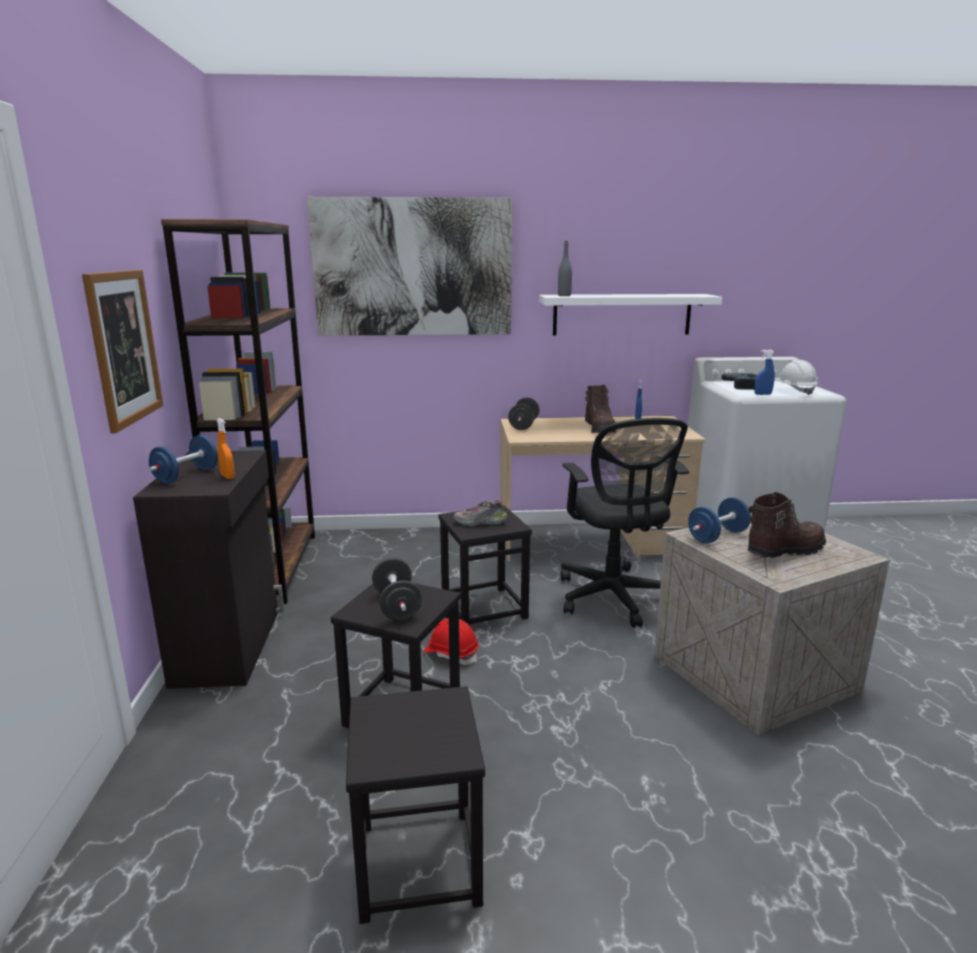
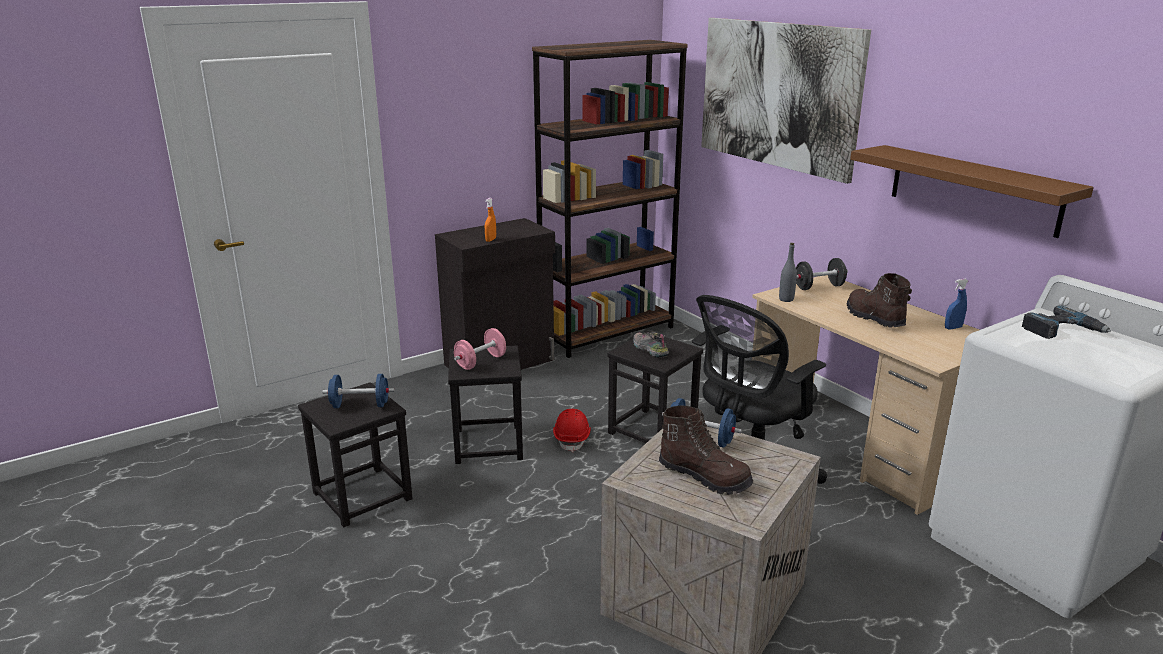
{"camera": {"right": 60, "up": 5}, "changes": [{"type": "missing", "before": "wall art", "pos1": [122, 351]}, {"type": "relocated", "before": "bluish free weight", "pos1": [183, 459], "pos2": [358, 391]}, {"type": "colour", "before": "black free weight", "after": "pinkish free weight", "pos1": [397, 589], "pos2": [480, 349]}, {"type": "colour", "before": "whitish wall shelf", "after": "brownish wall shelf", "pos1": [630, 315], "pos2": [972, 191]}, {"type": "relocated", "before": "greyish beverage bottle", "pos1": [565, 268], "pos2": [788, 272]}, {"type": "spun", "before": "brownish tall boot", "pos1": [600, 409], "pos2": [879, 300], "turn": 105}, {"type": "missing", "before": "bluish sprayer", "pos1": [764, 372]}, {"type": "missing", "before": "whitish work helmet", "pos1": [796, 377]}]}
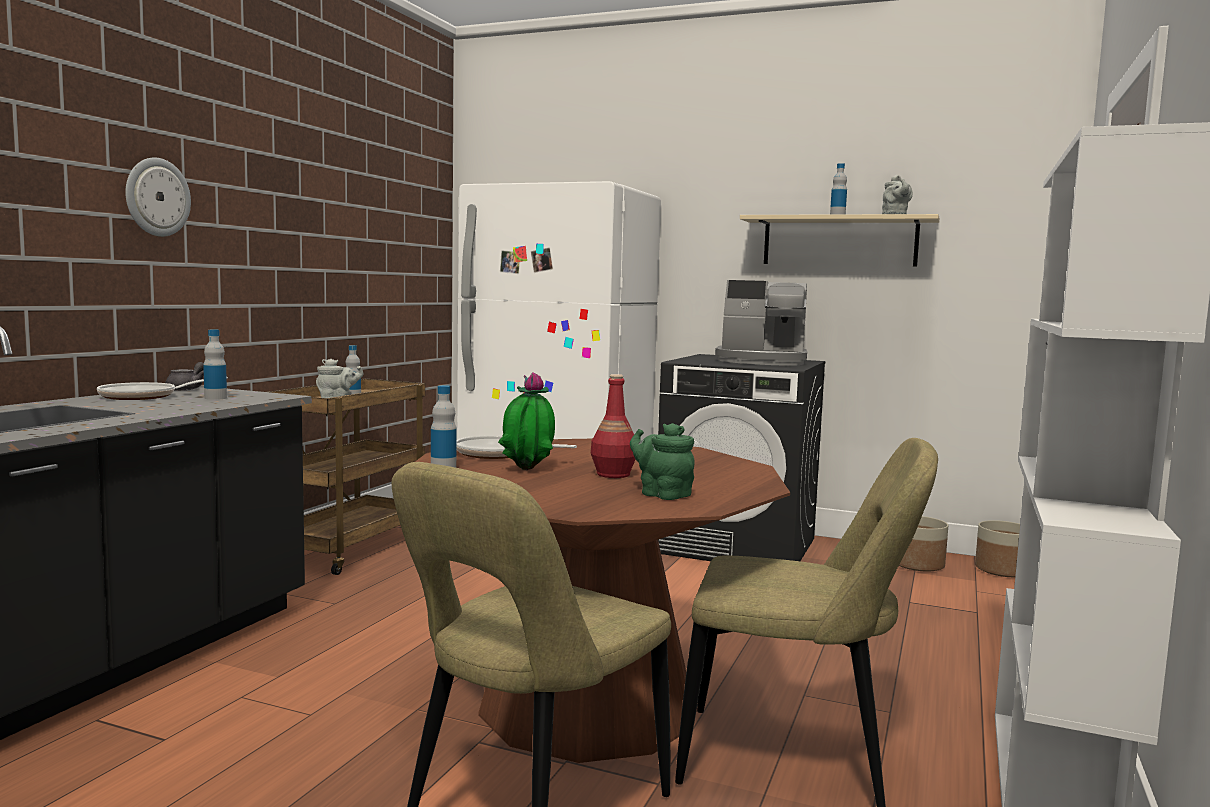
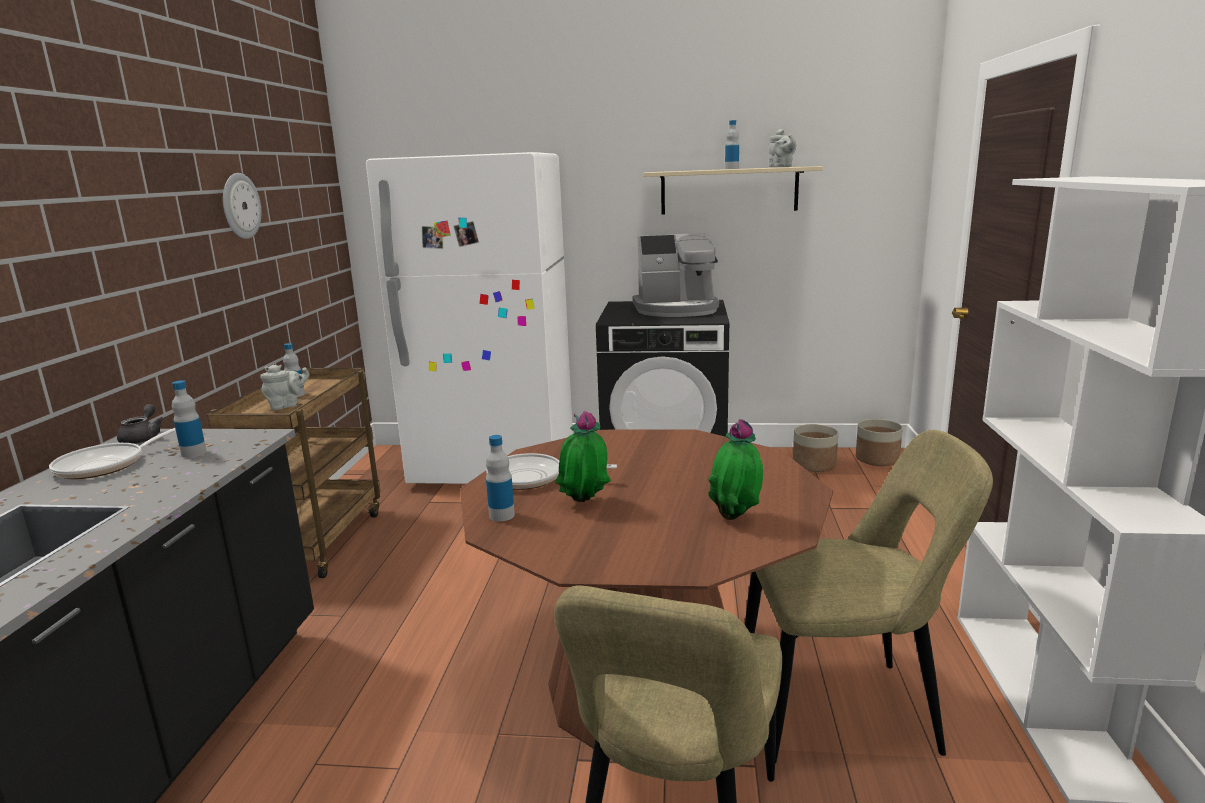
{"camera": {"right": -15, "up": 10}, "changes": [{"type": "relocated", "before": "hanging clock", "pos1": [158, 197], "pos2": [242, 206]}, {"type": "missing", "before": "red beverage bottle", "pos1": [613, 426]}, {"type": "exchanged", "before": "greenish teapot", "after": "houseplant", "pos1": [662, 461], "pos2": [735, 469]}]}
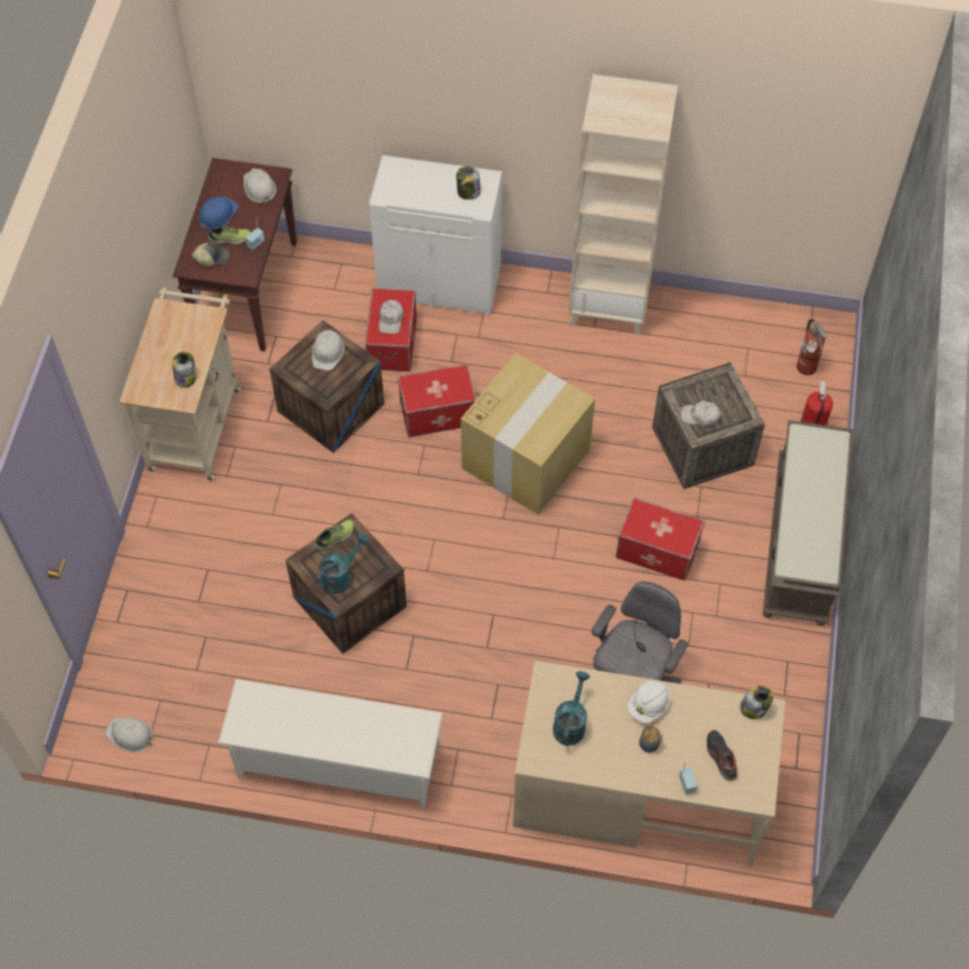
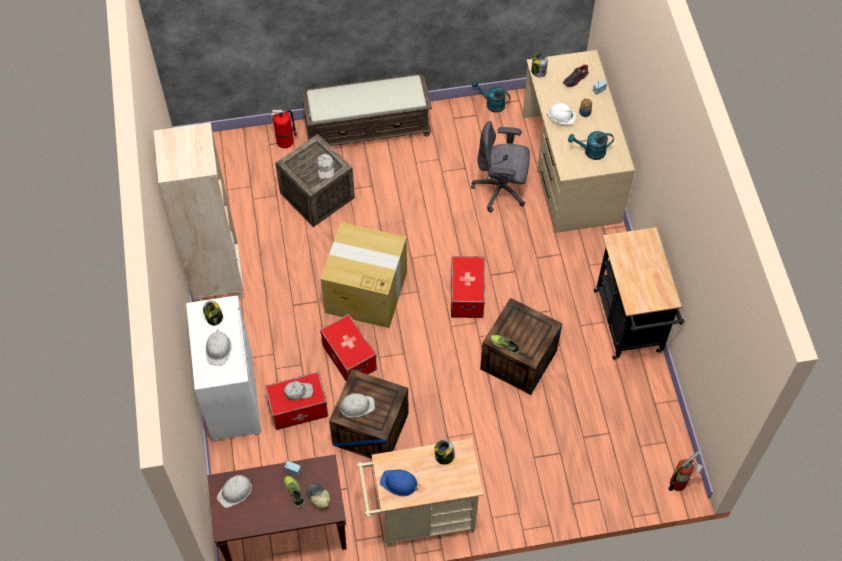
{"camera": {"right": -110, "up": 0}, "changes": [{"type": "relocated", "before": "whitish work helmet", "pos1": [129, 734], "pos2": [218, 347]}, {"type": "relocated", "before": "bluish work helmet", "pos1": [219, 212], "pos2": [400, 483]}, {"type": "exchanged", "before": "whitish shoe shelf", "after": "black wheeled cart", "pos1": [330, 744], "pos2": [639, 293]}, {"type": "relocated", "before": "blue-green watering pot", "pos1": [342, 563], "pos2": [491, 96]}, {"type": "relocated", "before": "storage box", "pos1": [660, 539], "pos2": [468, 287]}, {"type": "relocated", "before": "extinguisher", "pos1": [812, 347], "pos2": [686, 471]}]}
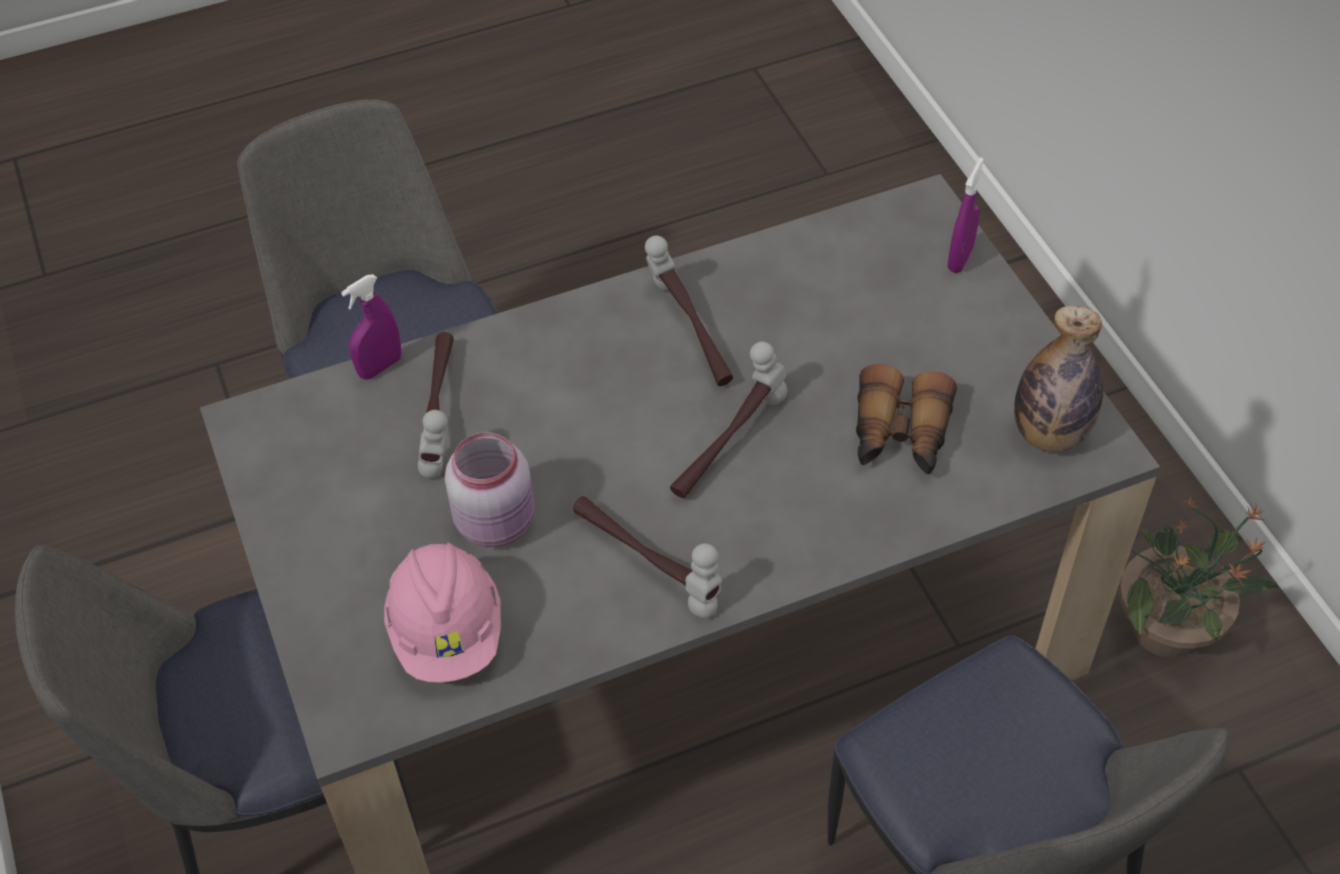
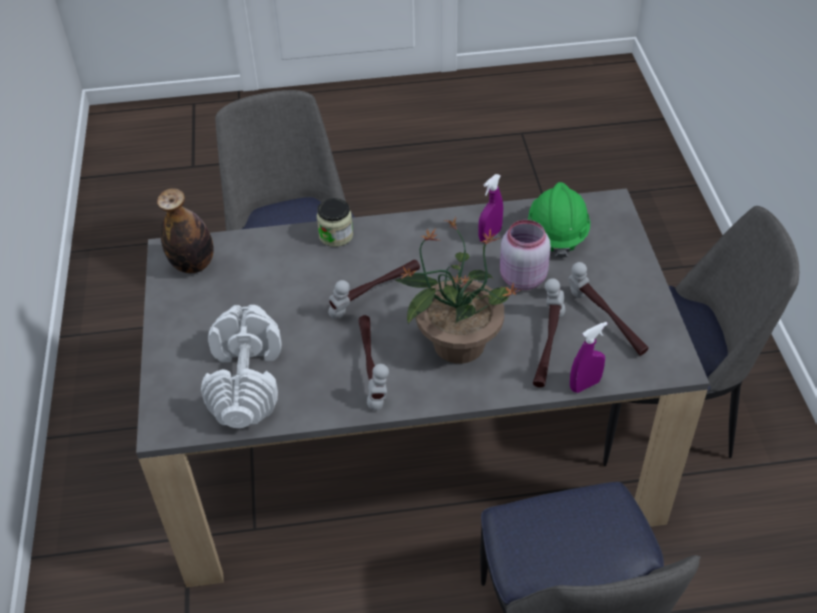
{"camera": {"right": -165, "up": -5}, "changes": [{"type": "colour", "before": "pinkish work helmet", "after": "greenish work helmet", "pos1": [442, 612], "pos2": [559, 220]}, {"type": "relocated", "before": "hammer", "pos1": [647, 557], "pos2": [609, 309]}, {"type": "missing", "before": "field glasses", "pos1": [906, 419]}, {"type": "relocated", "before": "purple-coloured sprayer", "pos1": [966, 215], "pos2": [490, 208]}, {"type": "relocated", "before": "houseplant", "pos1": [1199, 577], "pos2": [459, 290]}, {"type": "appeared", "after": "whitish free weight", "pos2": [241, 366]}, {"type": "appeared", "after": "jar", "pos2": [335, 222]}]}
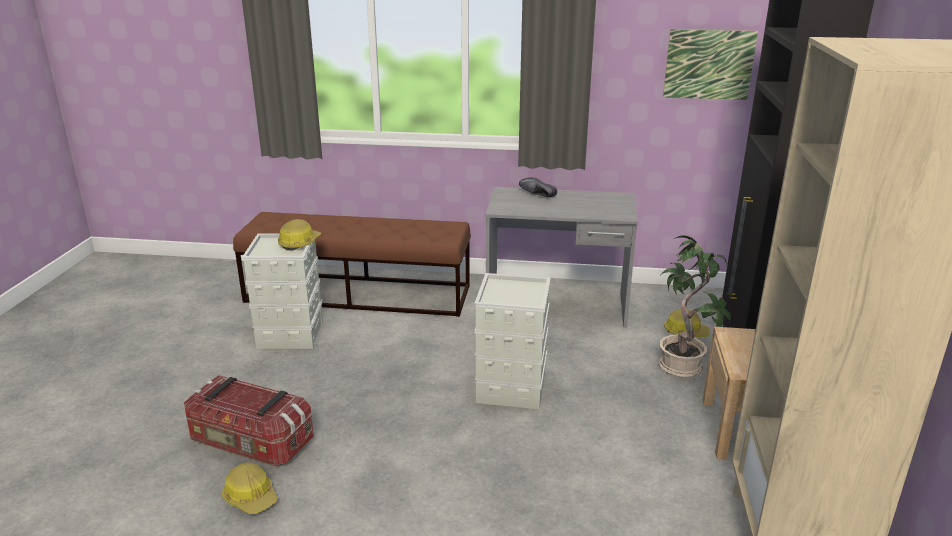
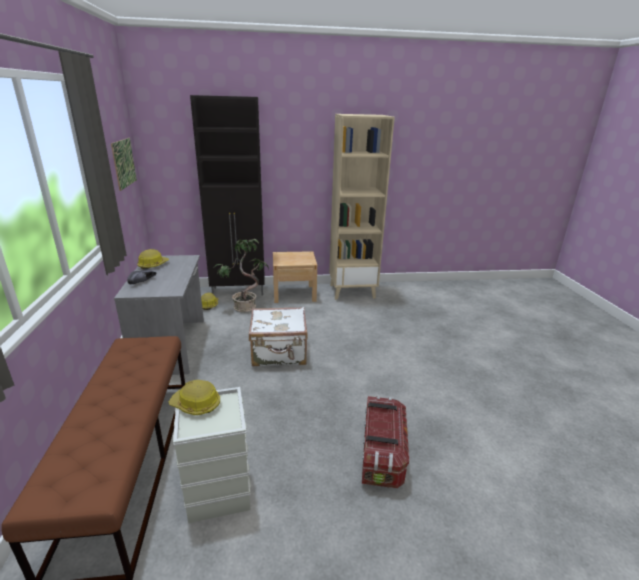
{"camera": {"right": -105, "up": 0}, "changes": [{"type": "relocated", "before": "work helmet", "pos1": [250, 488], "pos2": [153, 259]}, {"type": "exchanged", "before": "greyish storage box", "after": "whitish suitcase", "pos1": [512, 341], "pos2": [278, 337]}]}
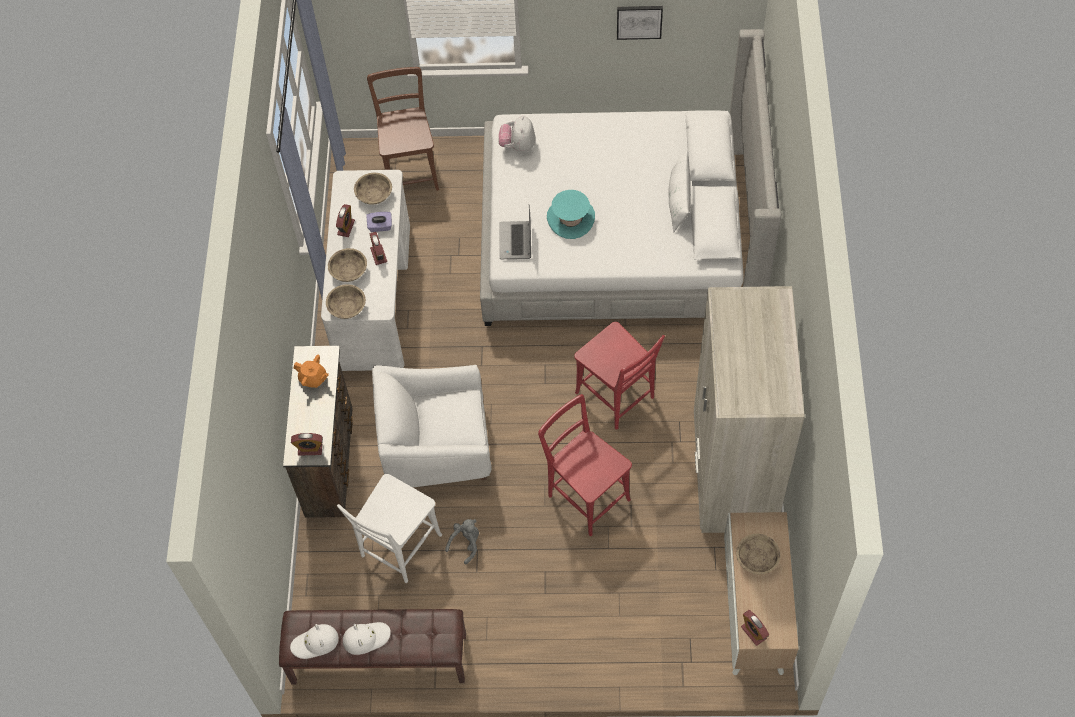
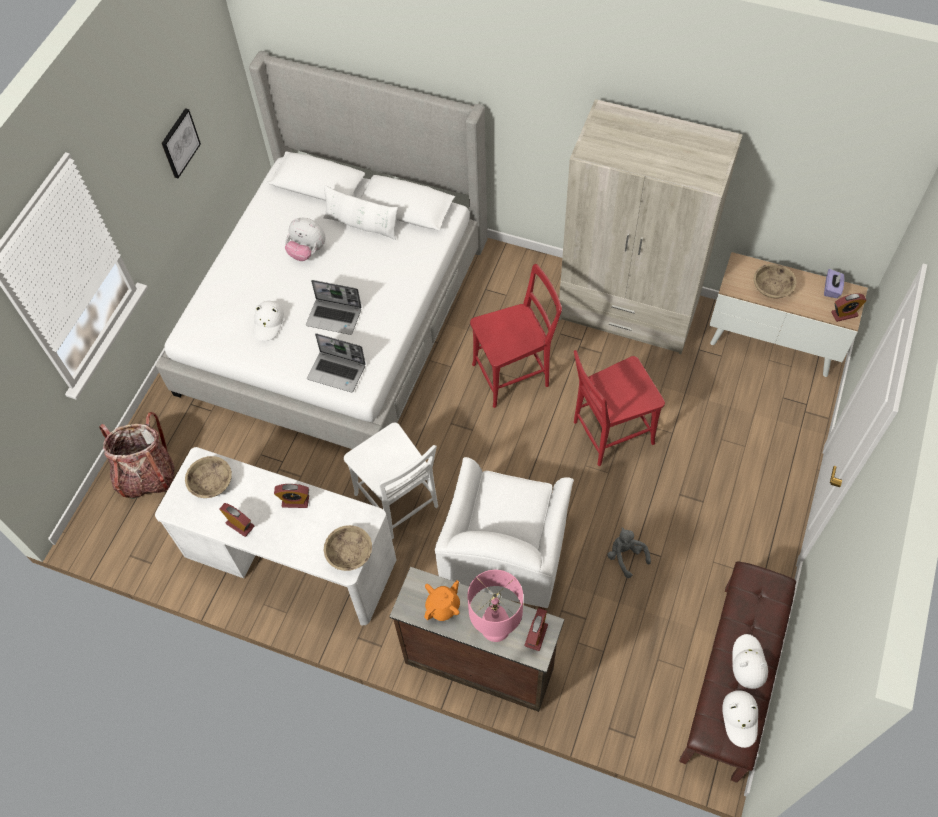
{"camera": {"right": -70, "up": 0}, "changes": [{"type": "missing", "before": "beige bowl", "pos1": [347, 265]}, {"type": "relocated", "before": "whitish upright chair", "pos1": [389, 528], "pos2": [391, 481]}, {"type": "relocated", "before": "purple-coloured box of tissues", "pos1": [379, 222], "pos2": [834, 283]}, {"type": "exchanged", "before": "brownish upright chair", "after": "knapsack", "pos1": [403, 129], "pos2": [136, 455]}, {"type": "relocated", "before": "cuddly toy", "pos1": [516, 134], "pos2": [305, 239]}, {"type": "exchanged", "before": "blue-green wearable hat", "after": "portable computer", "pos1": [571, 214], "pos2": [334, 307]}, {"type": "appeared", "after": "whitish wearable hat", "pos2": [268, 321]}, {"type": "appeared", "after": "pinkish lamp for a table", "pos2": [495, 606]}]}
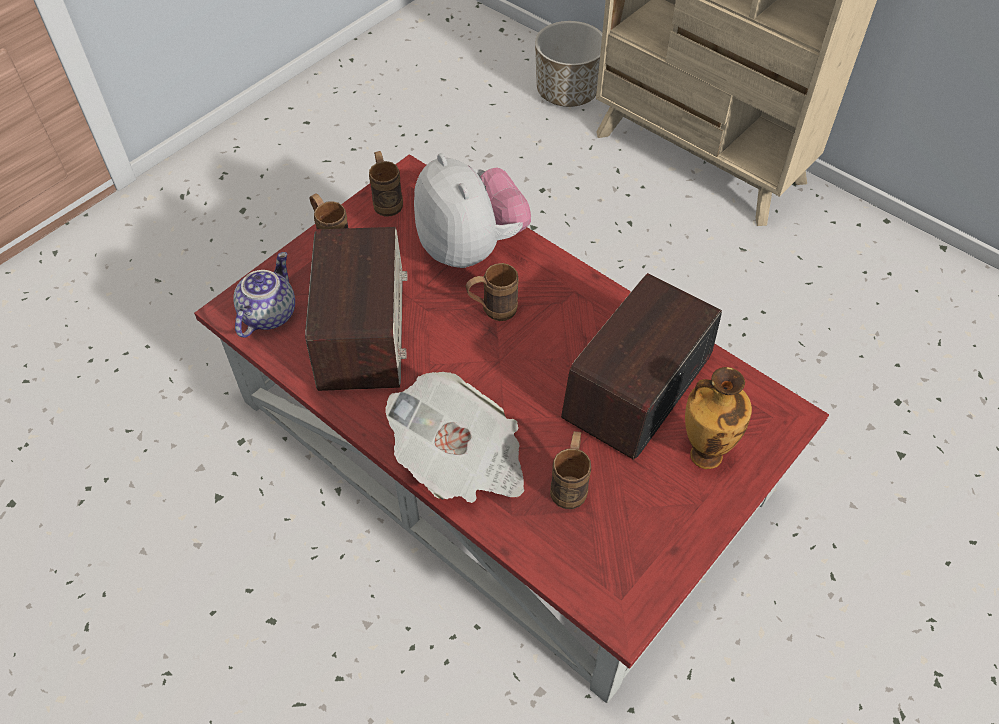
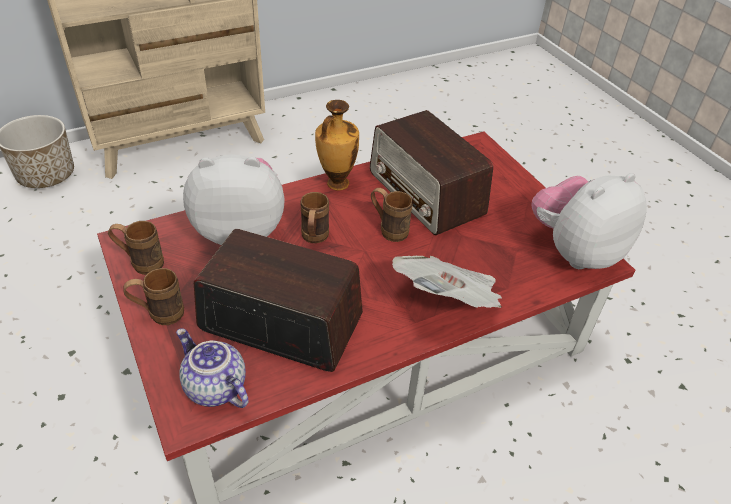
{"camera": {"right": -70, "up": -10}, "changes": [{"type": "relocated", "before": "brownish coffee mug", "pos1": [570, 470], "pos2": [391, 215]}, {"type": "relocated", "before": "decorative vase", "pos1": [718, 418], "pos2": [337, 145]}, {"type": "appeared", "after": "cuddly toy", "pos2": [589, 221]}]}
